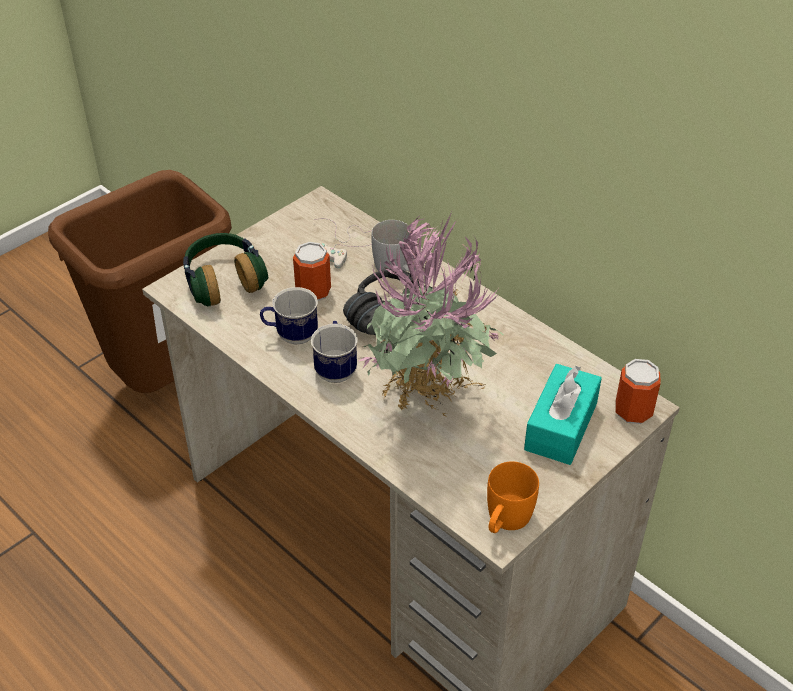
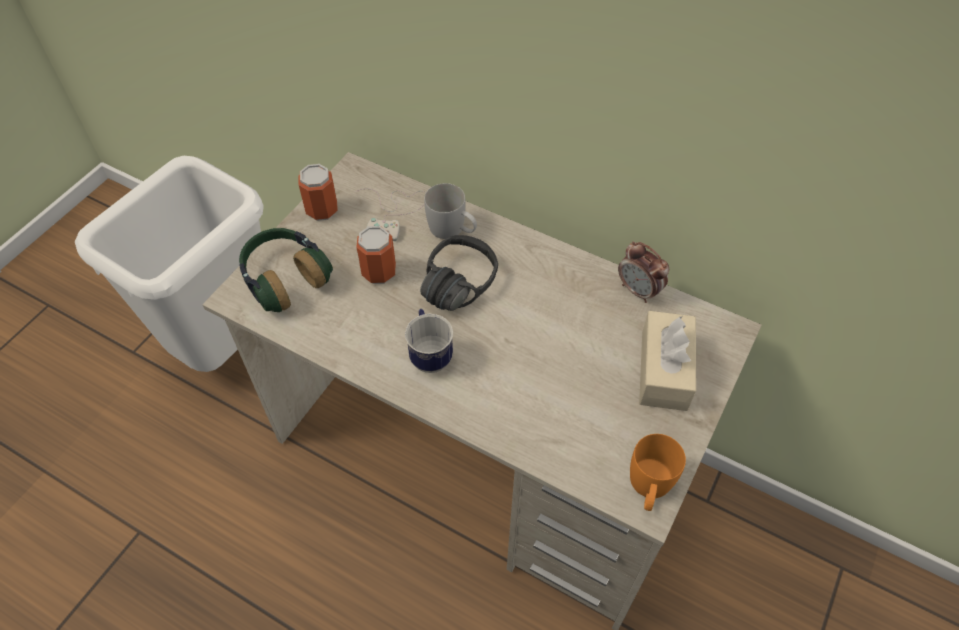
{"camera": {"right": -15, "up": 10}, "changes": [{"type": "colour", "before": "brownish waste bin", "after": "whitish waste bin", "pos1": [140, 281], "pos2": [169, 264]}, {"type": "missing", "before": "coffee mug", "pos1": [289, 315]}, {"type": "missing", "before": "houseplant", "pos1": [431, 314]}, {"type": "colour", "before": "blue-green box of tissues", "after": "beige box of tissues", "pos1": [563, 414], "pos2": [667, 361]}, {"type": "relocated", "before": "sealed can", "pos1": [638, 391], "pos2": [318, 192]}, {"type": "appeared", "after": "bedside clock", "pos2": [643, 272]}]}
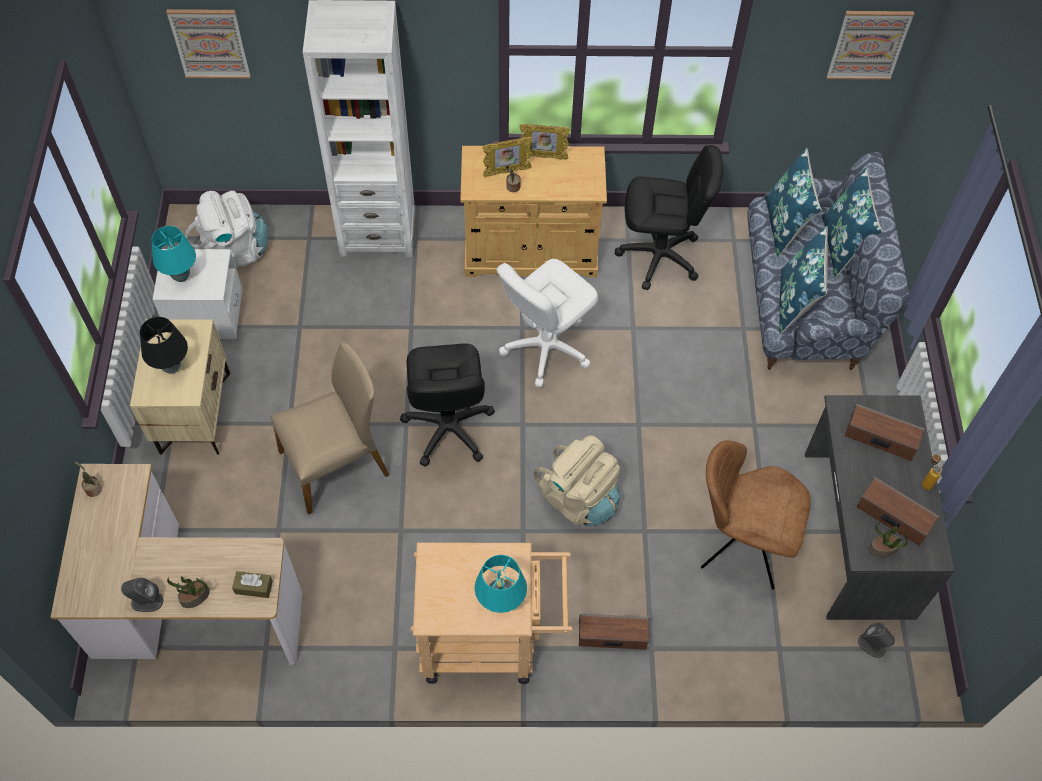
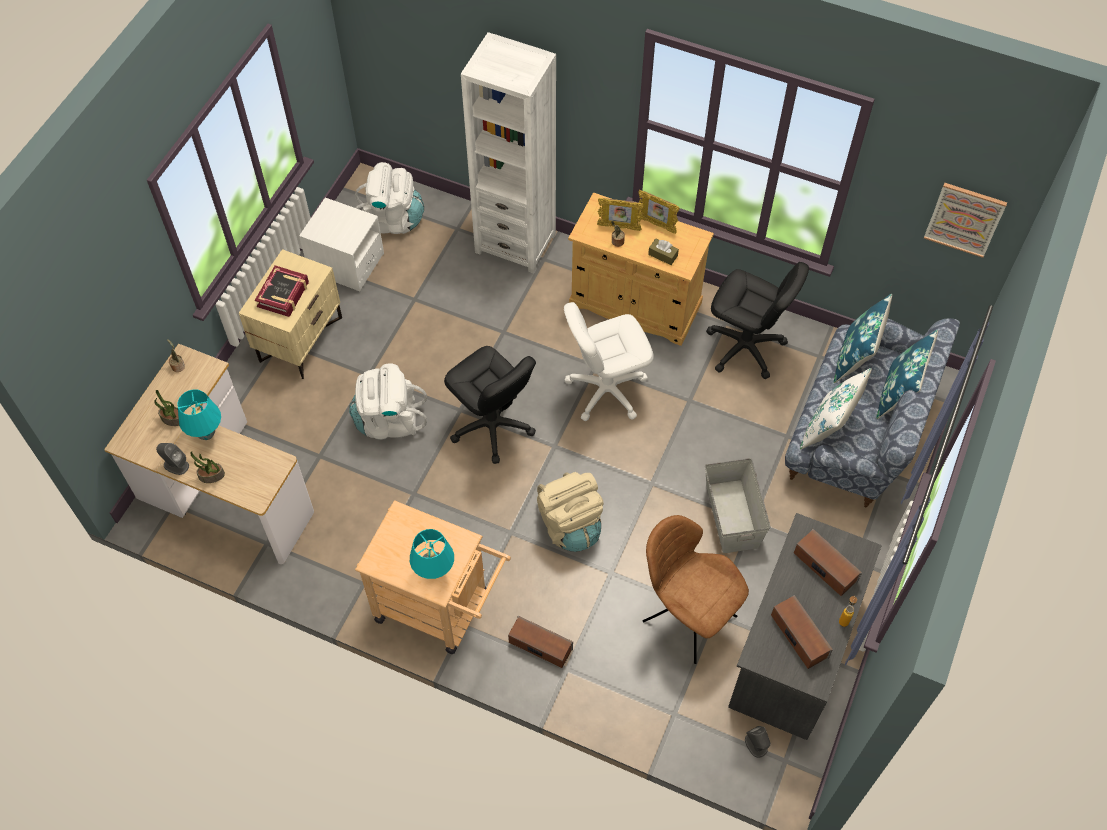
{"camera": {"right": 25, "up": 0}, "changes": [{"type": "exchanged", "before": "black lamp for a table", "after": "book", "pos1": [164, 345], "pos2": [282, 291]}, {"type": "relocated", "before": "blue-green lamp for a table", "pos1": [173, 254], "pos2": [199, 414]}, {"type": "missing", "before": "wall art", "pos1": [208, 43]}, {"type": "relocated", "before": "brownish box of tissues", "pos1": [252, 584], "pos2": [663, 251]}, {"type": "exchanged", "before": "beige upright chair", "after": "whitish knapsack", "pos1": [330, 428], "pos2": [388, 401]}, {"type": "spun", "before": "black computer chair", "pos1": [447, 404], "pos2": [490, 405], "turn": -60}, {"type": "colour", "before": "bluish throw pillow", "after": "whitish throw pillow", "pos1": [803, 280], "pos2": [836, 409]}, {"type": "relocated", "before": "houseplant", "pos1": [888, 540], "pos2": [166, 408]}, {"type": "appeared", "after": "greyish storage box", "pos2": [738, 505]}]}
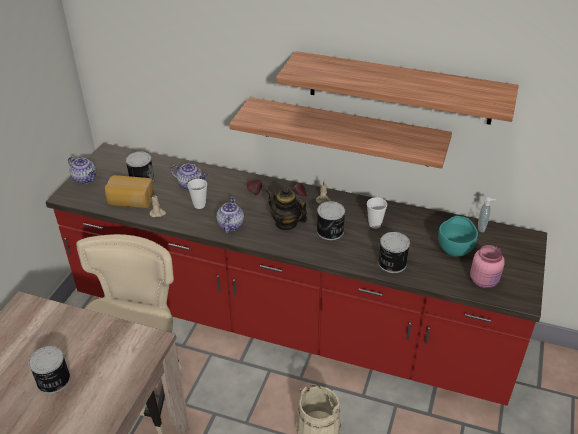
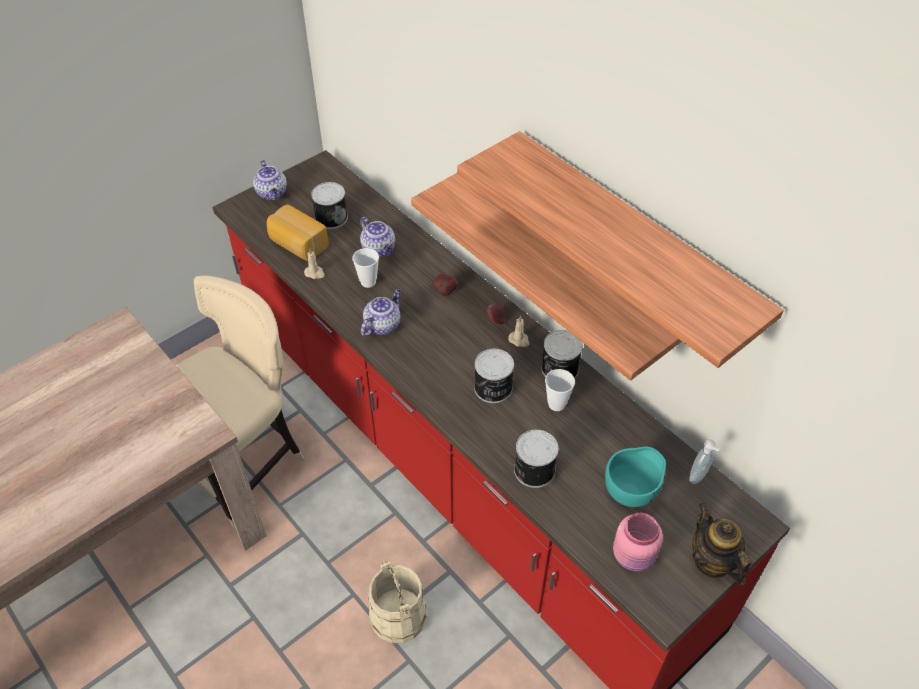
{"camera": {"right": 30, "up": 10}, "changes": [{"type": "relocated", "before": "sealed can", "pos1": [50, 370], "pos2": [562, 354]}, {"type": "relocated", "before": "teapot", "pos1": [287, 209], "pos2": [722, 544]}]}
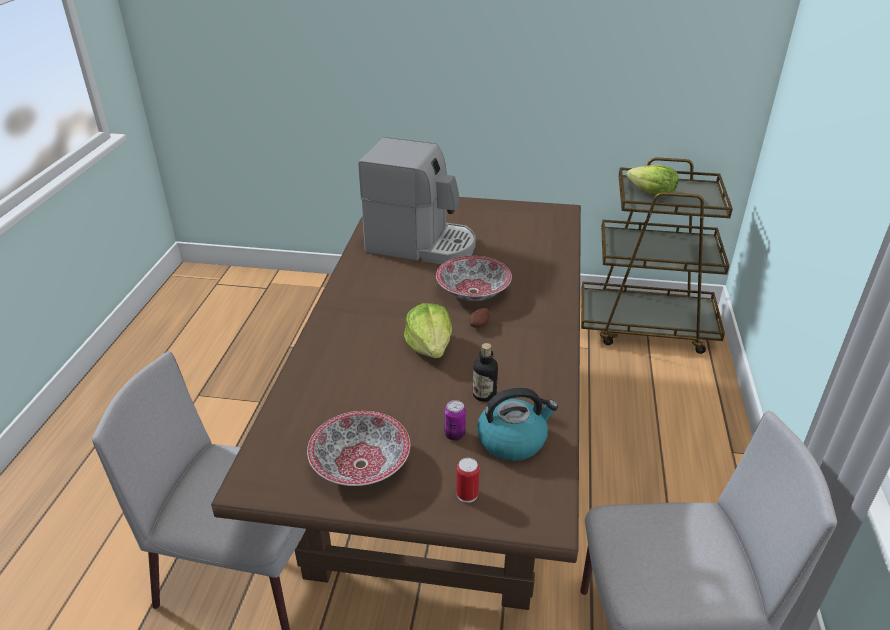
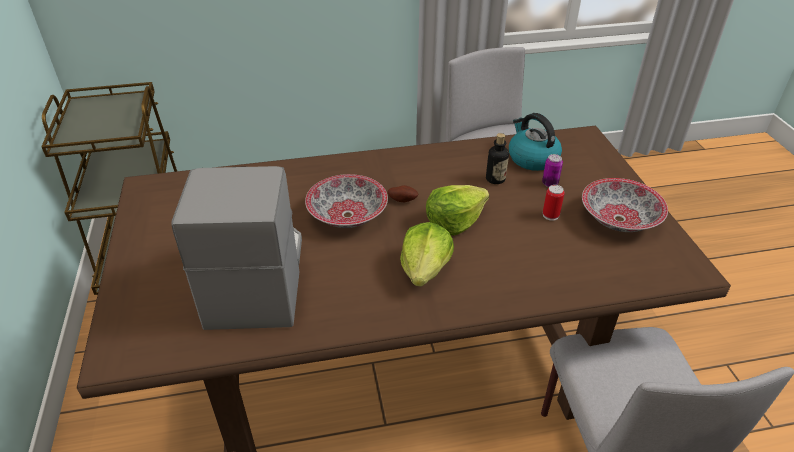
{"camera": {"right": -110, "up": 5}, "changes": [{"type": "relocated", "before": "sealed can", "pos1": [467, 480], "pos2": [553, 203]}, {"type": "relocated", "before": "lettuce head", "pos1": [652, 181], "pos2": [427, 254]}]}
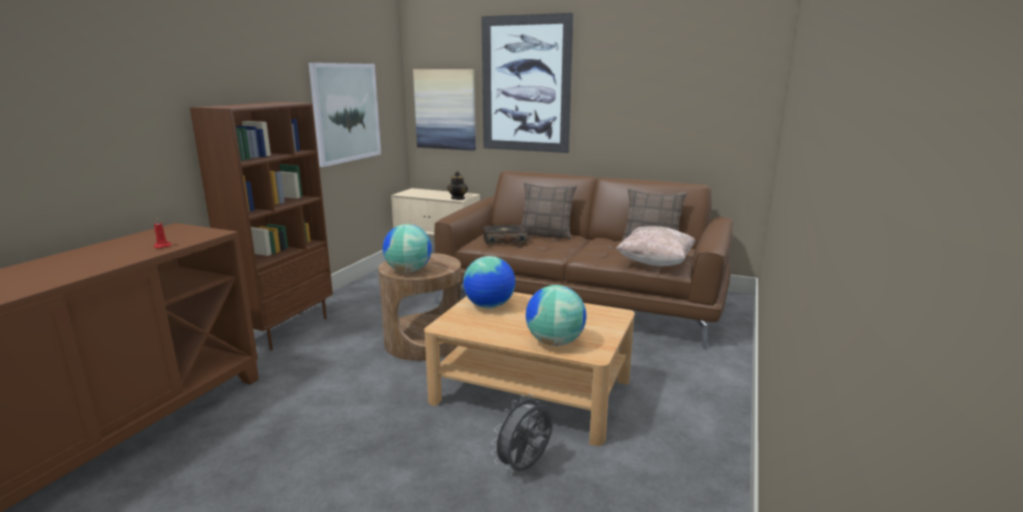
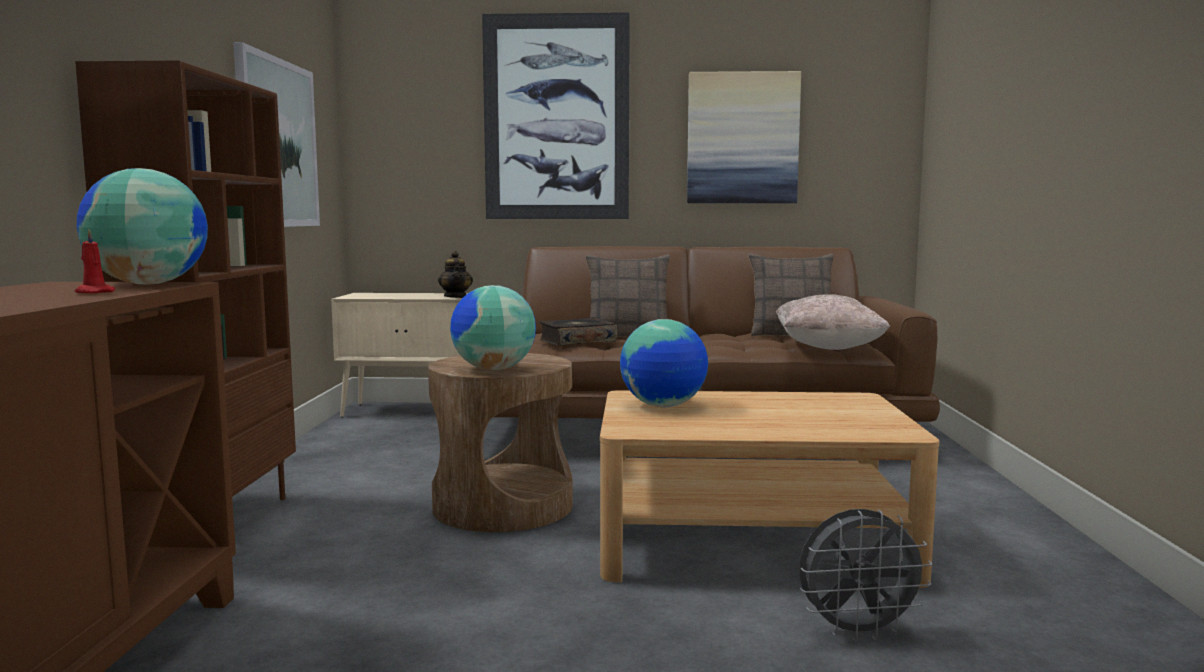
{"camera": {"right": -20, "up": -10}, "changes": [{"type": "relocated", "before": "wall art", "pos1": [444, 110], "pos2": [744, 137]}, {"type": "spun", "before": "greyish fan", "pos1": [522, 432], "pos2": [866, 575], "turn": -120}, {"type": "relocated", "before": "globe", "pos1": [556, 315], "pos2": [142, 226]}]}
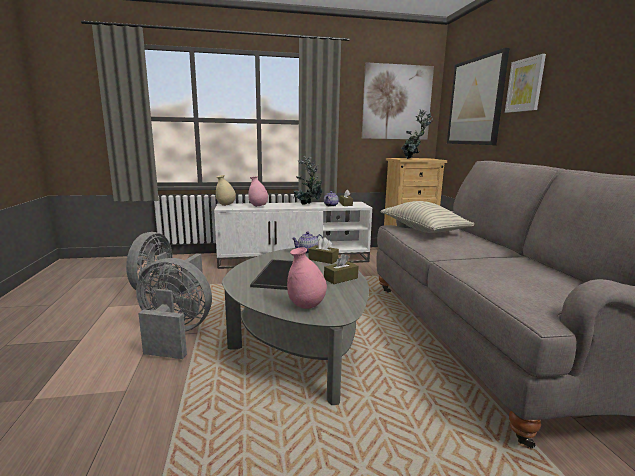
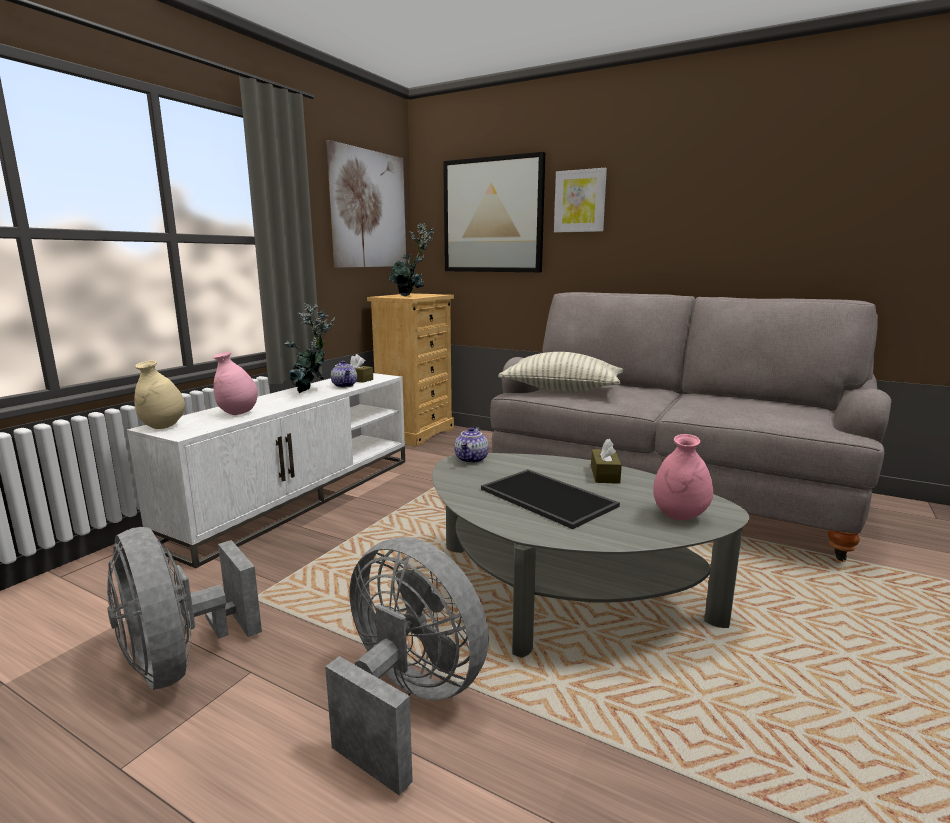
{"camera": {"right": -50, "up": 0}, "changes": [{"type": "spun", "before": "greyish fan", "pos1": [174, 308], "pos2": [407, 666], "turn": 75}, {"type": "missing", "before": "brownish box of tissues", "pos1": [323, 250]}]}
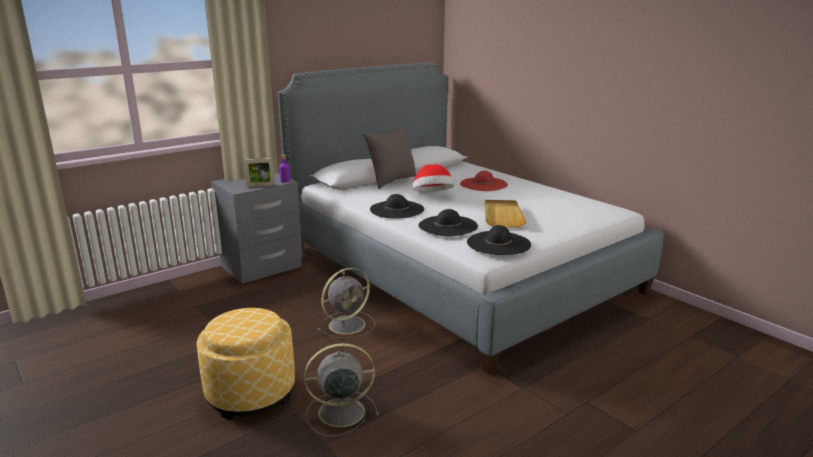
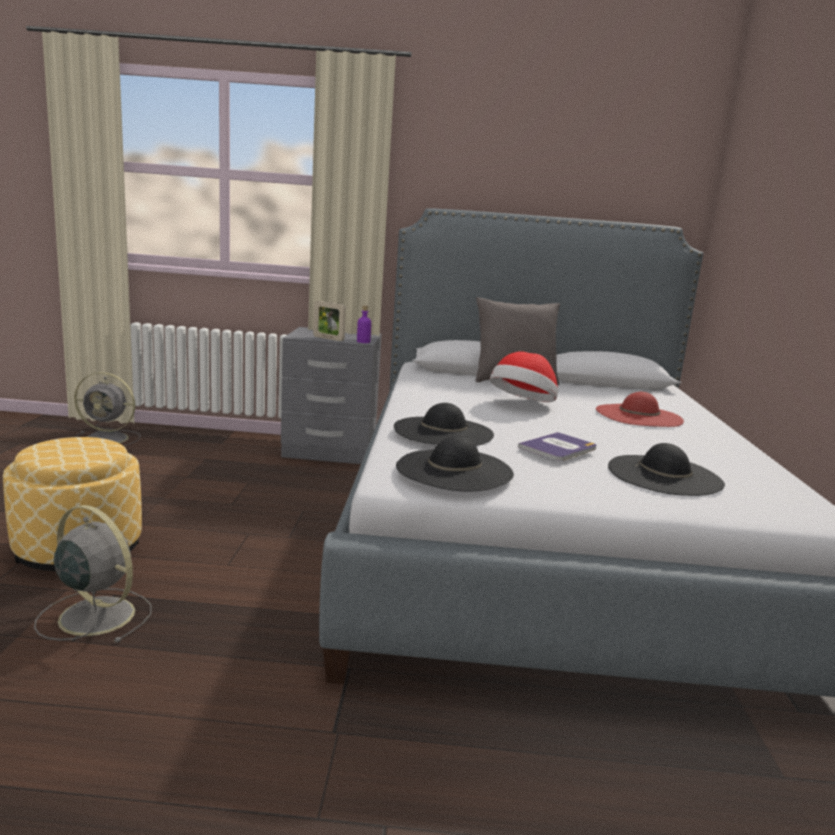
{"camera": {"right": 40, "up": -5}, "changes": [{"type": "relocated", "before": "greyish fan", "pos1": [346, 303], "pos2": [107, 409]}, {"type": "relocated", "before": "black wearable hat", "pos1": [397, 206], "pos2": [666, 469]}, {"type": "exchanged", "before": "beige serving tray", "after": "book", "pos1": [505, 214], "pos2": [557, 446]}]}
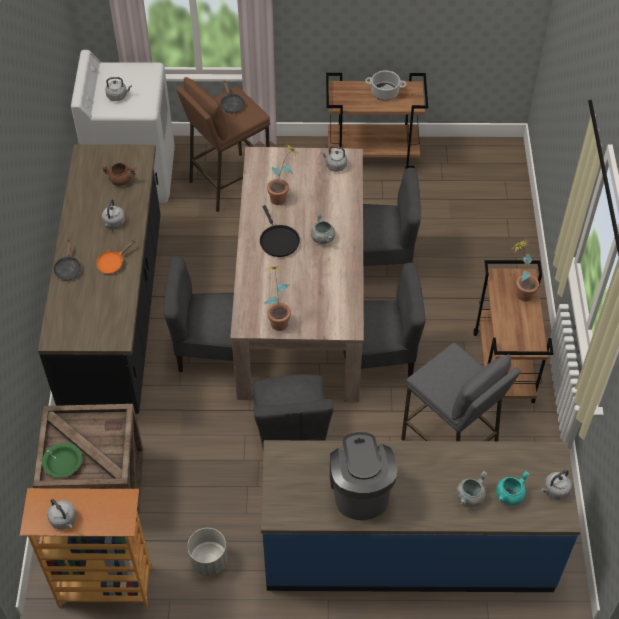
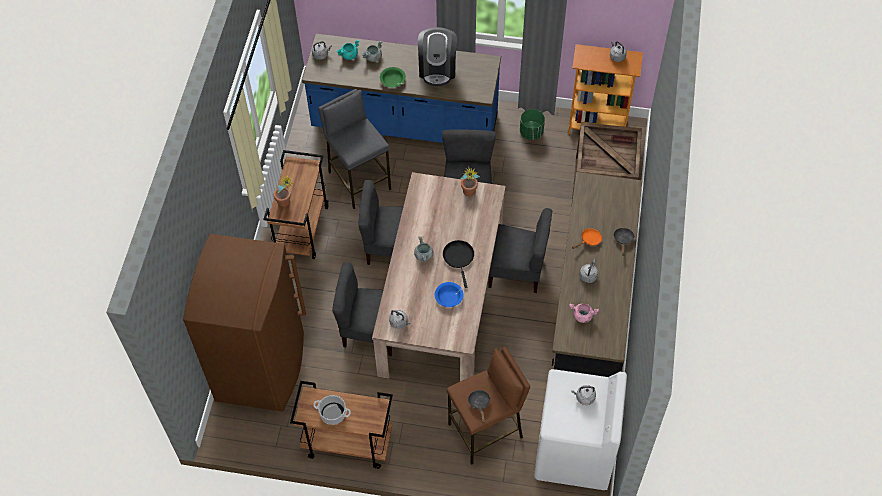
{"camera": {"right": -170, "up": 5}, "changes": [{"type": "relocated", "before": "greenish bowl", "pos1": [62, 460], "pos2": [393, 77]}, {"type": "colour", "before": "brownish cooking pot", "after": "pinkish cooking pot", "pos1": [118, 174], "pos2": [584, 313]}, {"type": "colour", "before": "greyish flower pot", "after": "greenish flower pot", "pos1": [207, 552], "pos2": [532, 124]}, {"type": "exchanged", "before": "houseplant", "after": "bluish bowl", "pos1": [282, 175], "pos2": [449, 294]}, {"type": "appeared", "after": "brownish refrigerator", "pos2": [244, 323]}]}
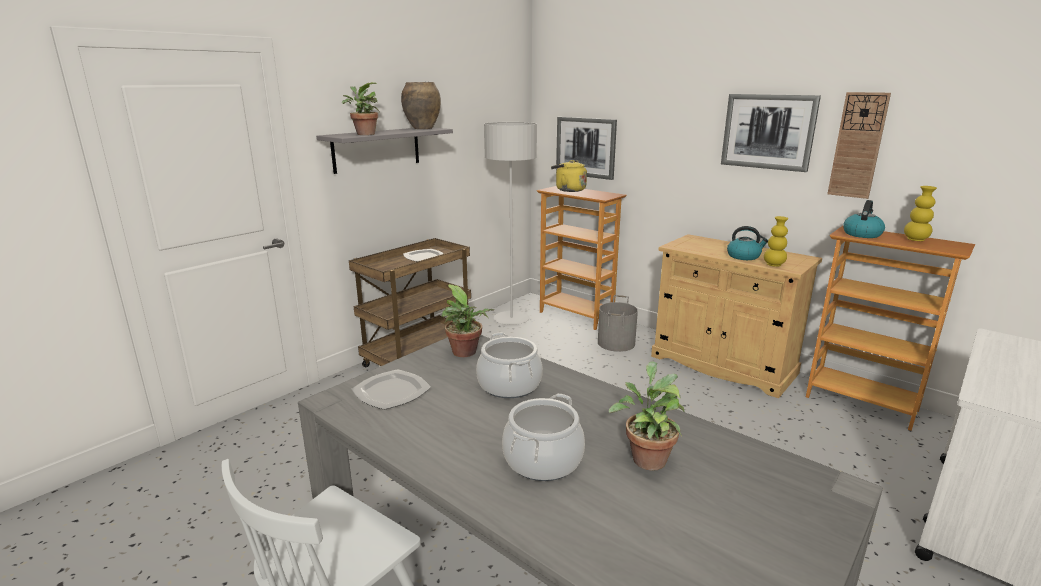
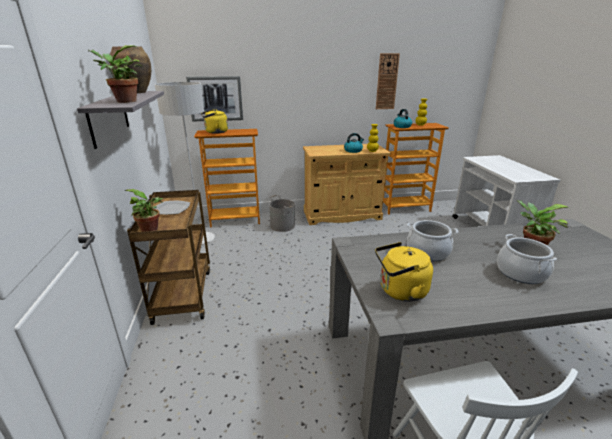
{"camera": {"right": -50, "up": 5}, "changes": [{"type": "exchanged", "before": "flat dish", "after": "yellowish water kettle", "pos1": [391, 389], "pos2": [404, 272]}, {"type": "relocated", "before": "houseplant", "pos1": [467, 320], "pos2": [144, 210]}, {"type": "missing", "before": "wall art", "pos1": [771, 133]}]}
